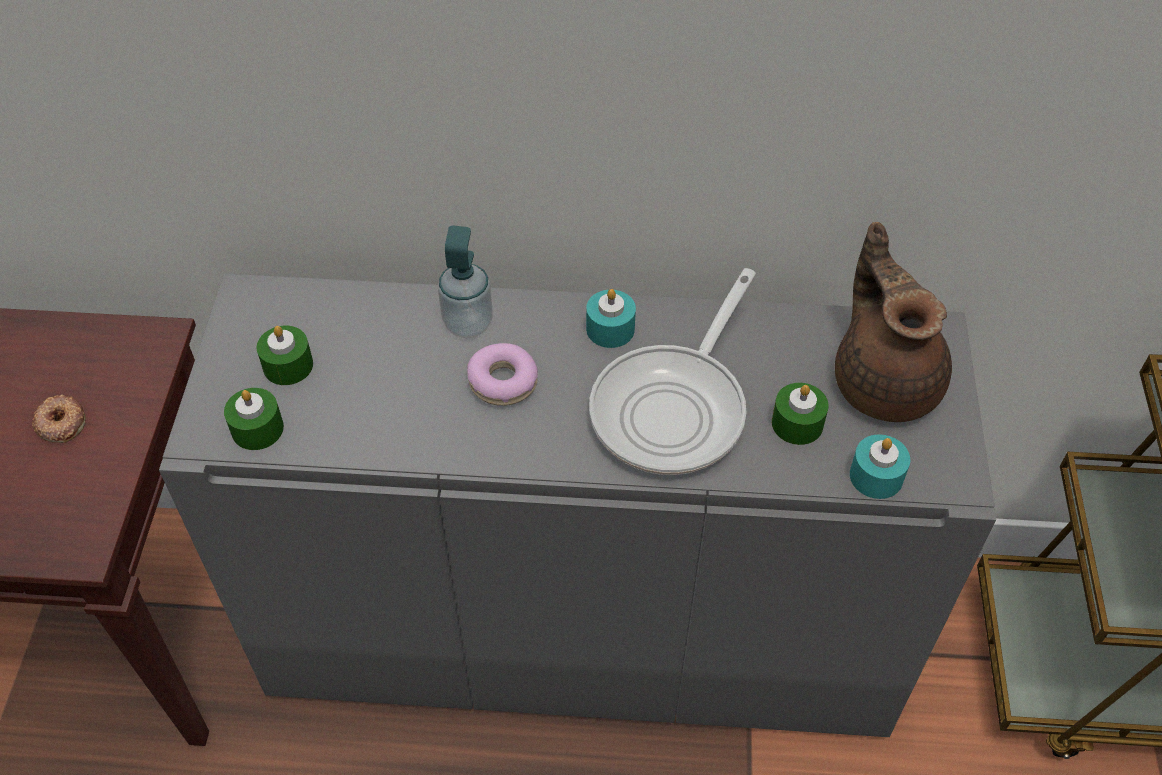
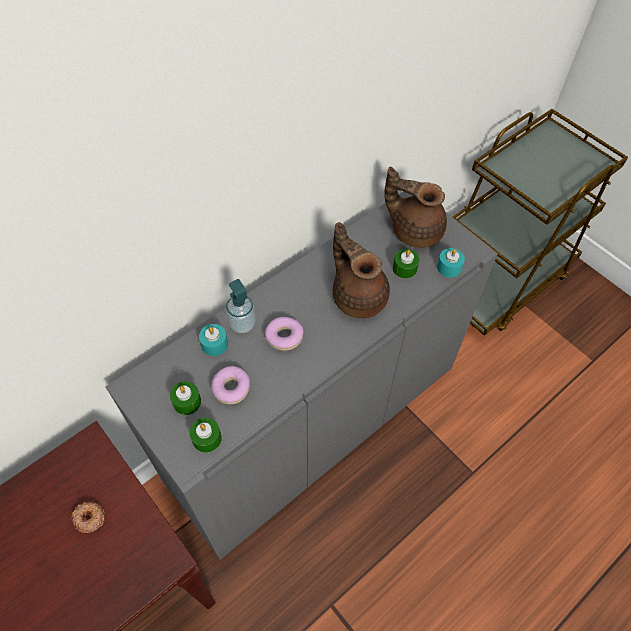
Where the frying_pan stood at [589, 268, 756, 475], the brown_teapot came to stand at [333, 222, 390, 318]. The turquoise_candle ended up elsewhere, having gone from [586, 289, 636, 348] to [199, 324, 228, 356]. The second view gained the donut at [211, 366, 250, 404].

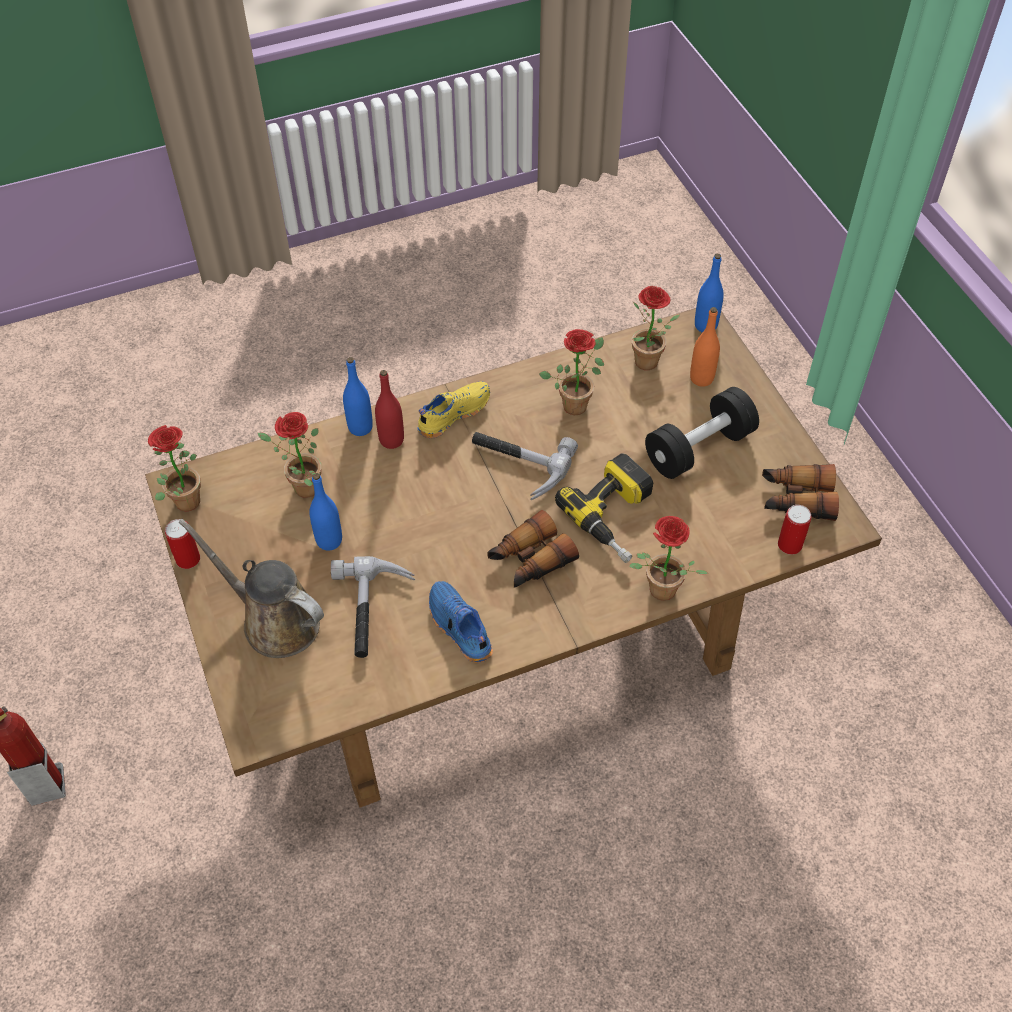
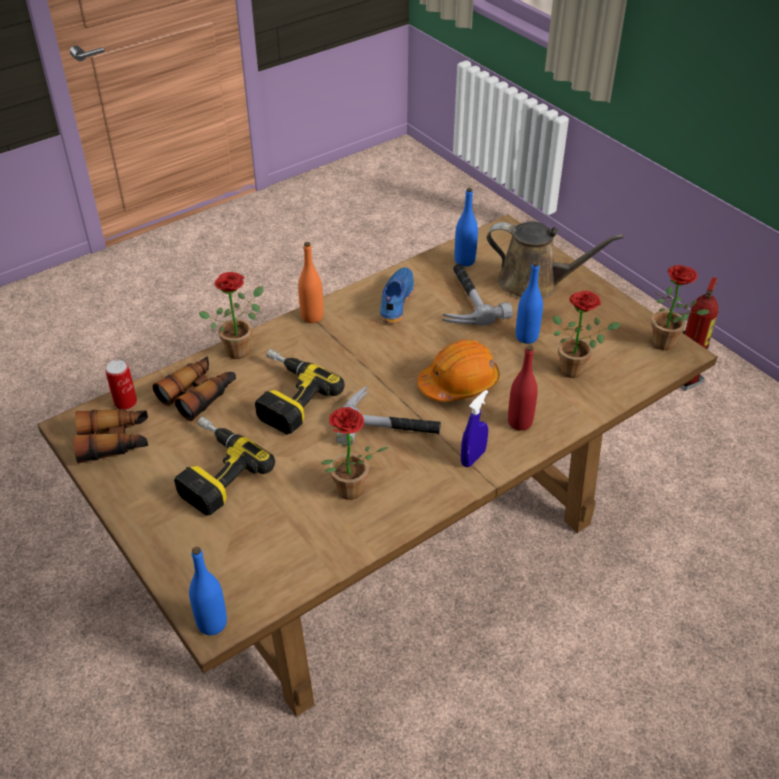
The second view lost the potted_plant at [632, 286, 680, 370]. The orange_bottle ended up elsewhere, having gone from [690, 307, 720, 387] to [298, 242, 323, 323]. The blue_bottle ended up elsewhere, having gone from [343, 357, 373, 436] to [454, 188, 478, 267]. Where the yellow_shoe stood at [417, 382, 490, 438], the blue_spray_bottle came to stand at [461, 390, 488, 467]. Where the black_dumbbell stood at [645, 387, 759, 479], the power_drill came to stand at [174, 417, 275, 516]. The binoculars ended up elsewhere, having gone from [487, 510, 579, 588] to [152, 356, 236, 421]. The second view lost the can at [165, 519, 200, 569]. The blue_shoe at [429, 581, 493, 663] ended up facing another way, 120 degrees counterclockwise from before. The second view gained the orange_hard_hat at [417, 340, 500, 402].

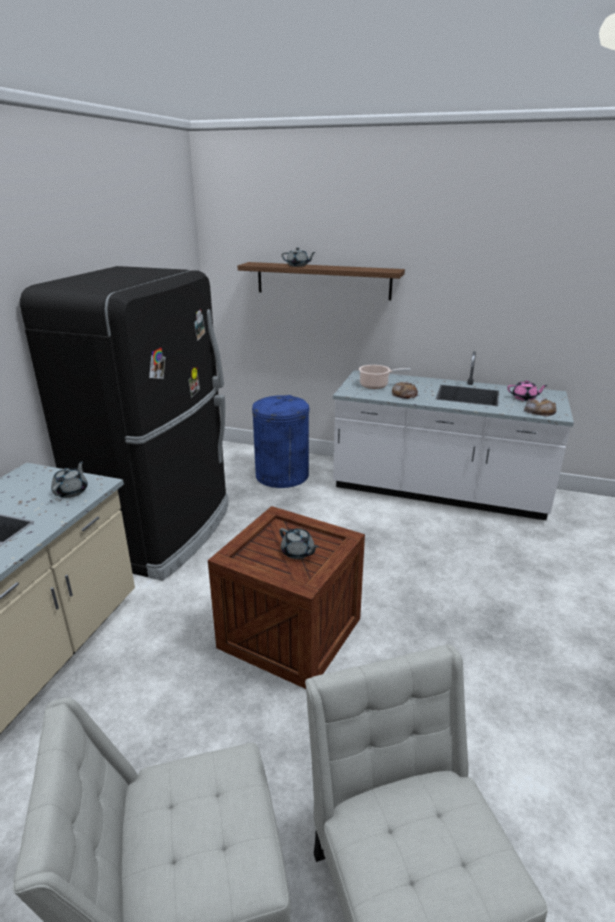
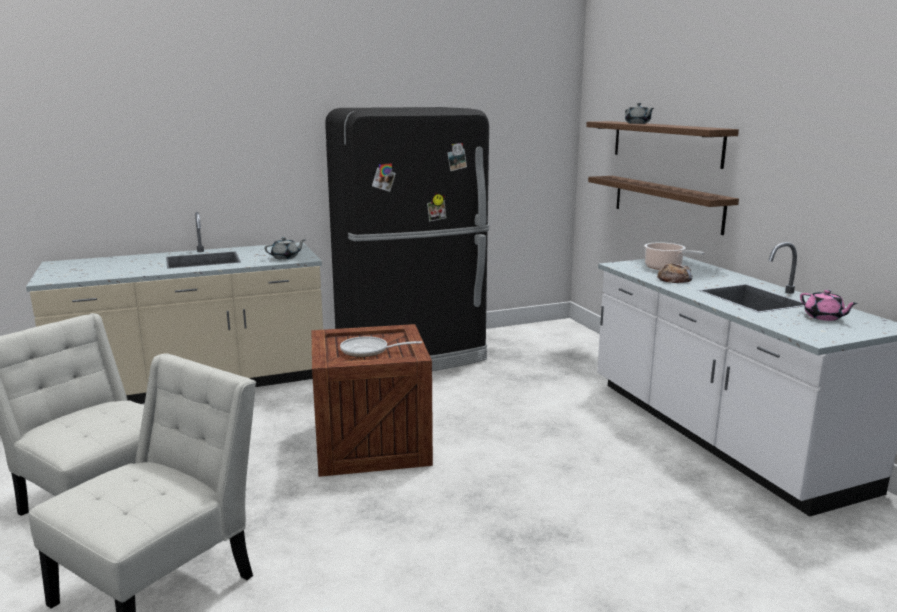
The second view lost the blue_trash_can at [252, 395, 309, 488]. The second view lost the bread at [524, 398, 557, 416]. Where the grey_teapot stood at [279, 528, 319, 559], the frying_pan came to stand at [340, 336, 422, 357]. The second view gained the shelf at [588, 176, 739, 235].

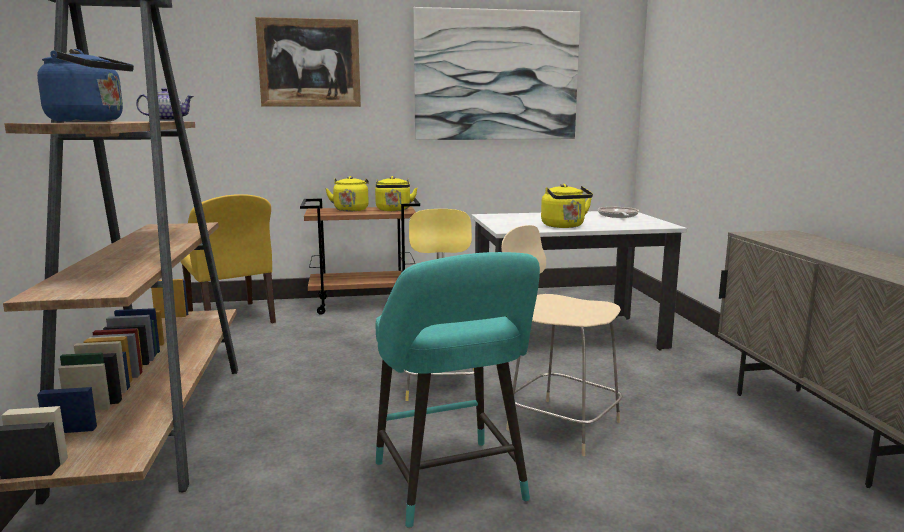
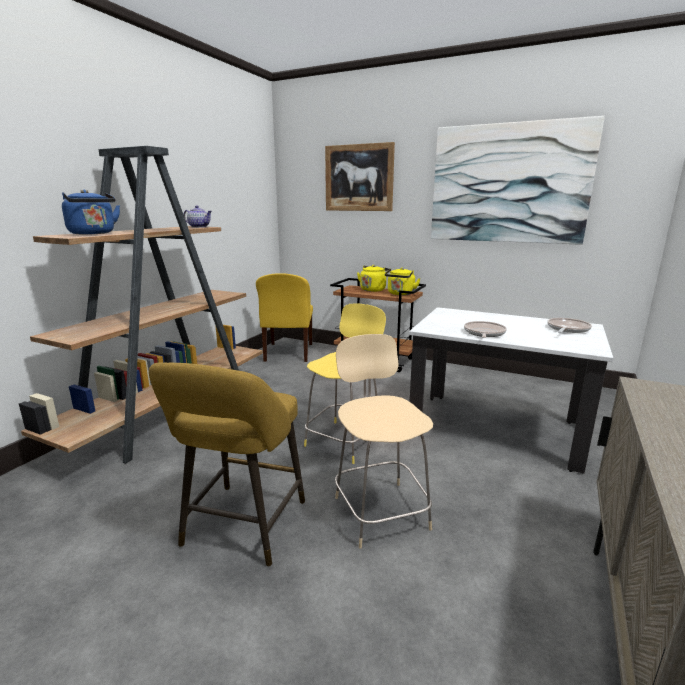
Where the yellow_kettle stood at [541, 184, 593, 228], the frying_pan came to stand at [464, 321, 507, 338]. What was the turquoise_stool at [376, 252, 540, 528] turned into the yellow_stool at [149, 362, 305, 567].

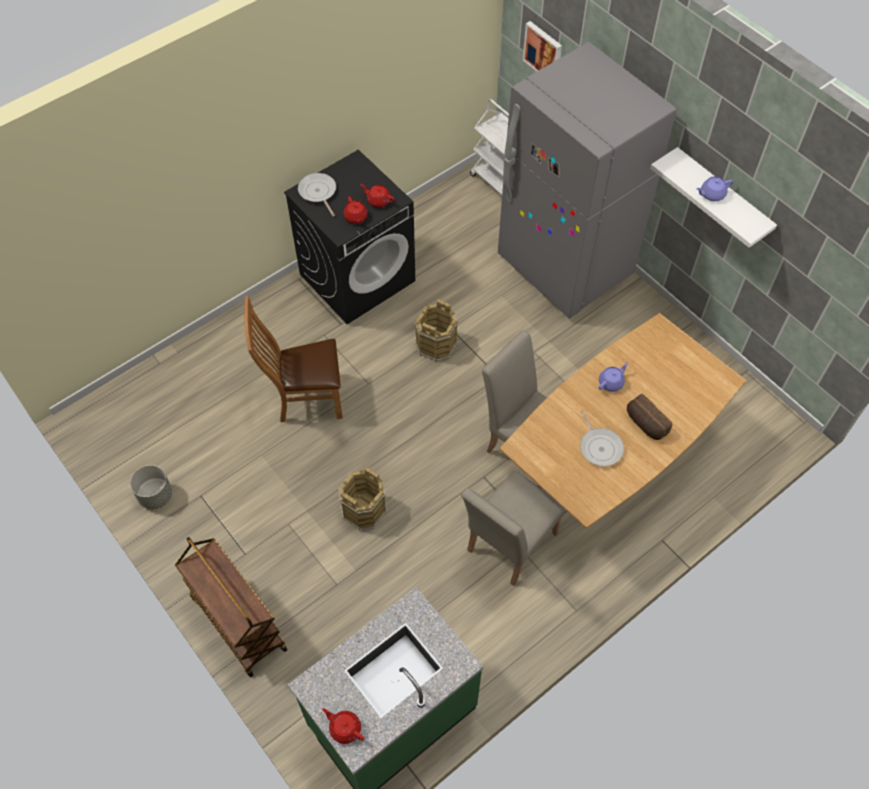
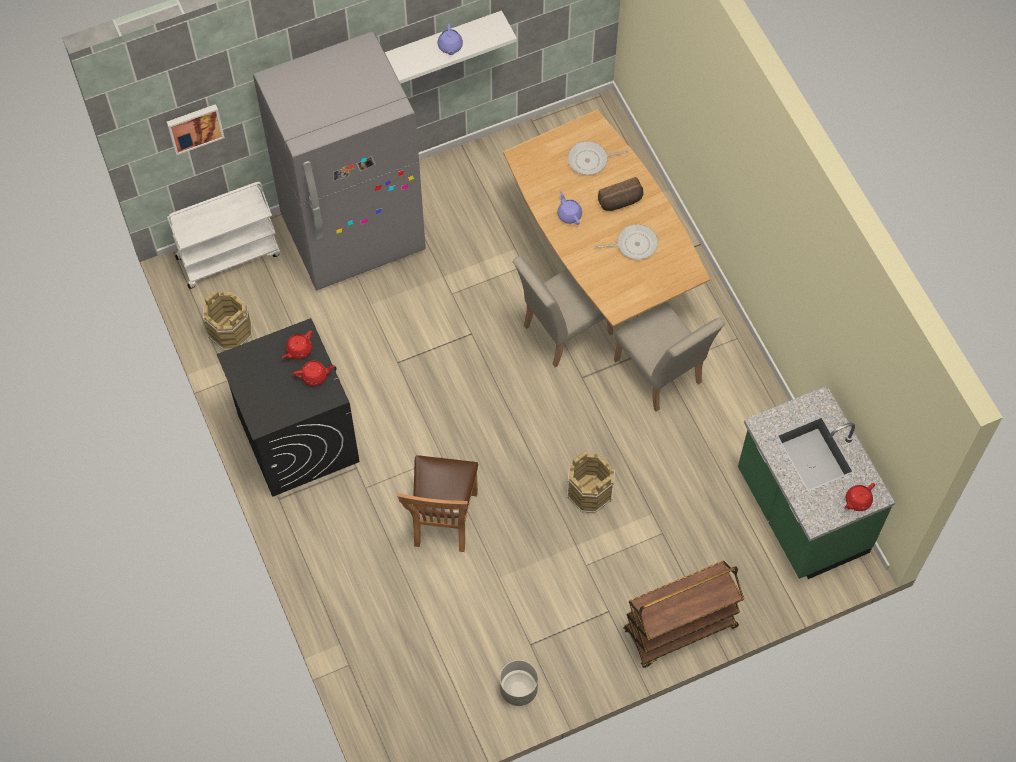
The frying_pan ended up elsewhere, having gone from [298, 173, 336, 216] to [568, 141, 629, 175]. The brown_bucket ended up elsewhere, having gone from [414, 299, 458, 362] to [203, 290, 252, 351].

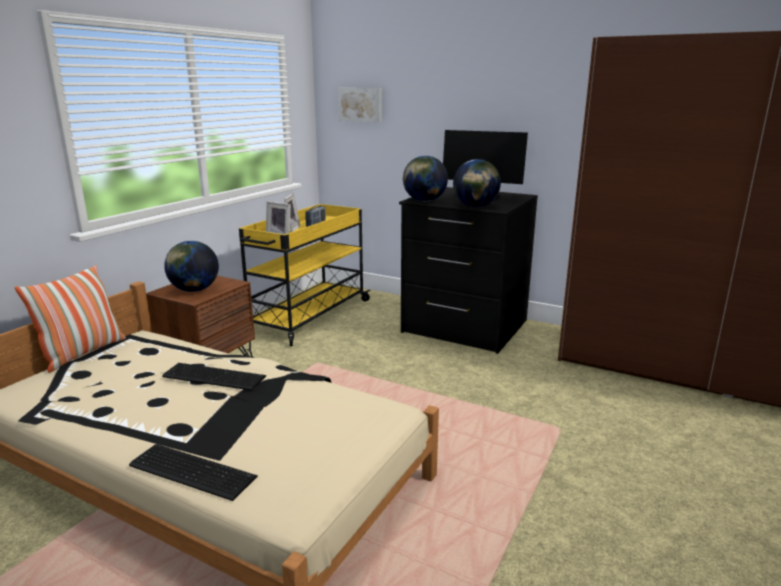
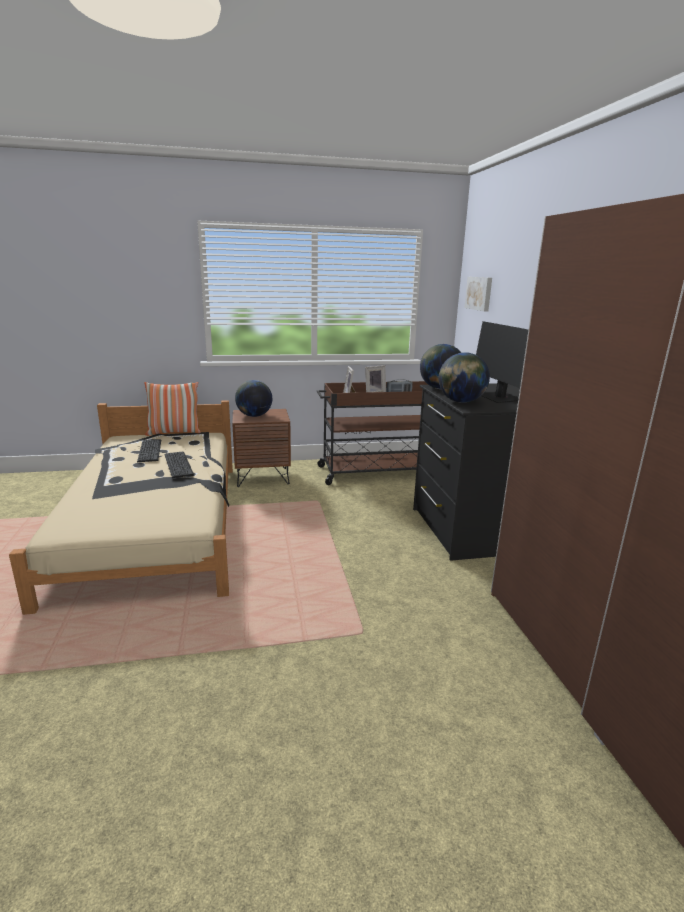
What was the yellow_cart at [239, 204, 371, 346] turned into the brown_cart at [317, 381, 428, 485]. The keyboard ended up elsewhere, having gone from [129, 444, 258, 501] to [137, 439, 161, 462].

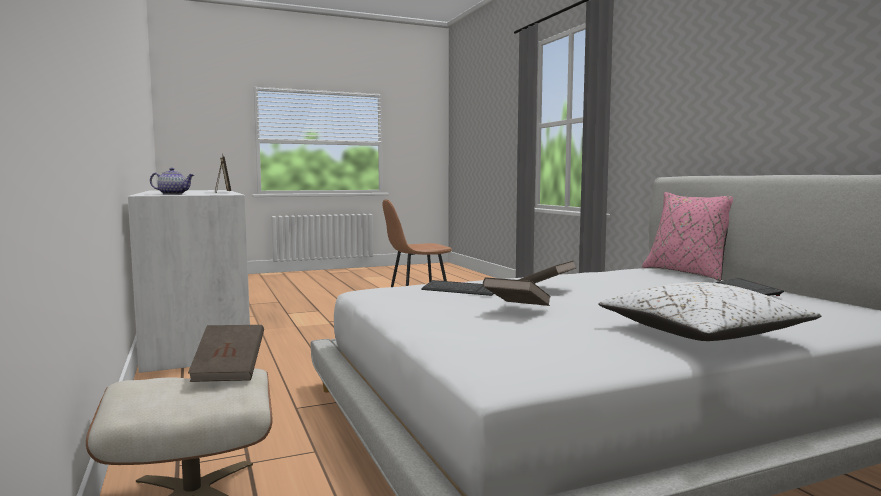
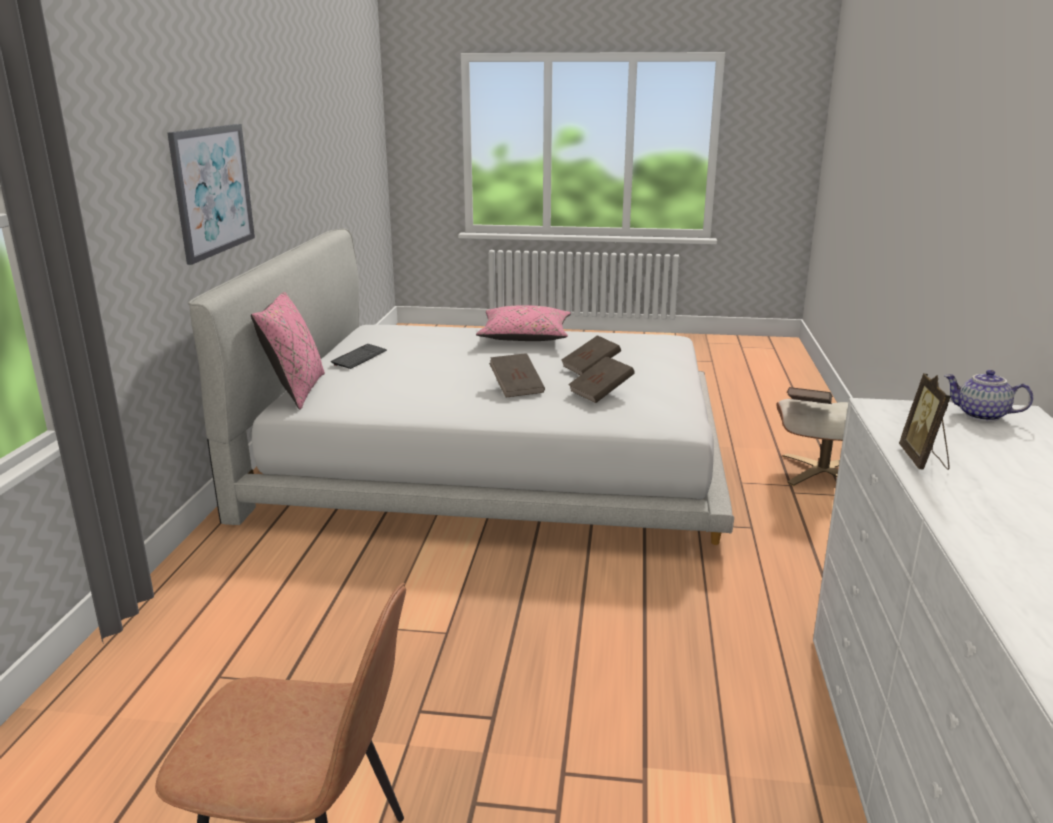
Where the keyboard stood at [421, 280, 494, 296], the brown_book came to stand at [568, 356, 635, 403]. What was the white_pillow at [598, 282, 821, 341] turned into the pink_pillow at [476, 305, 571, 341]. The second view gained the picture at [167, 124, 255, 265].

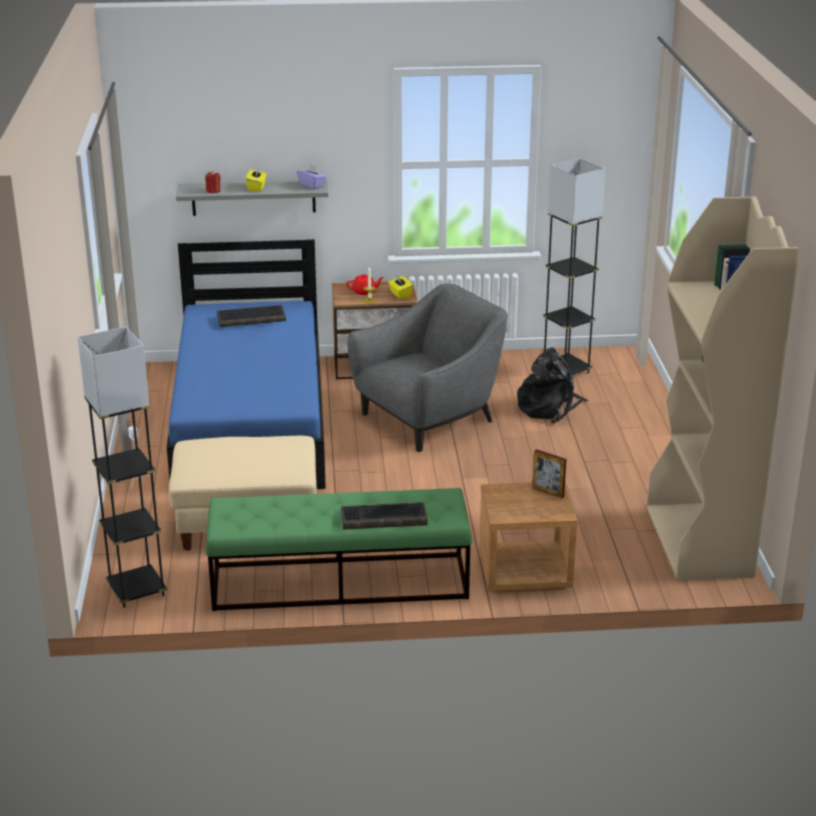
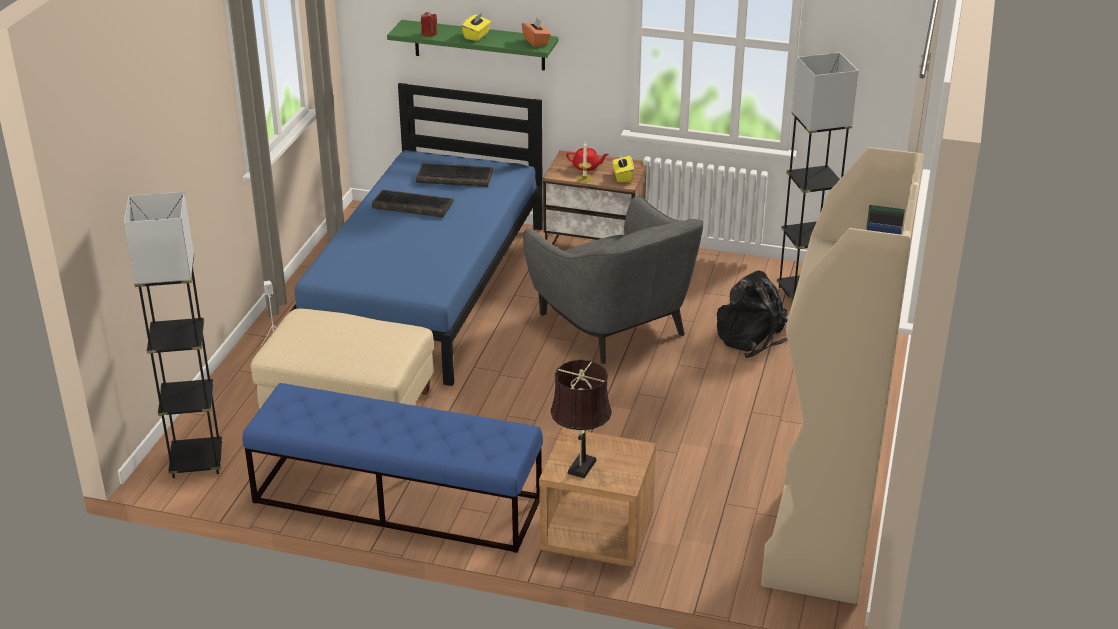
What was the purple_tissue_box at [297, 164, 326, 190] turned into the orange_tissue_box at [522, 18, 551, 47]. What was the grey_shelf at [176, 180, 328, 216] turned into the green_shelf at [387, 20, 558, 70]. The grey_armchair at [348, 283, 507, 452] ended up facing another way, 75 degrees clockwise from before. The second view lost the picture_frame at [532, 449, 567, 498]. What was the green_bench at [206, 488, 473, 611] turned into the blue_bench at [243, 383, 543, 553]. The keyboard ended up elsewhere, having gone from [341, 502, 428, 530] to [372, 190, 453, 217]. The second view gained the brown_table_lamp at [550, 360, 612, 478].

